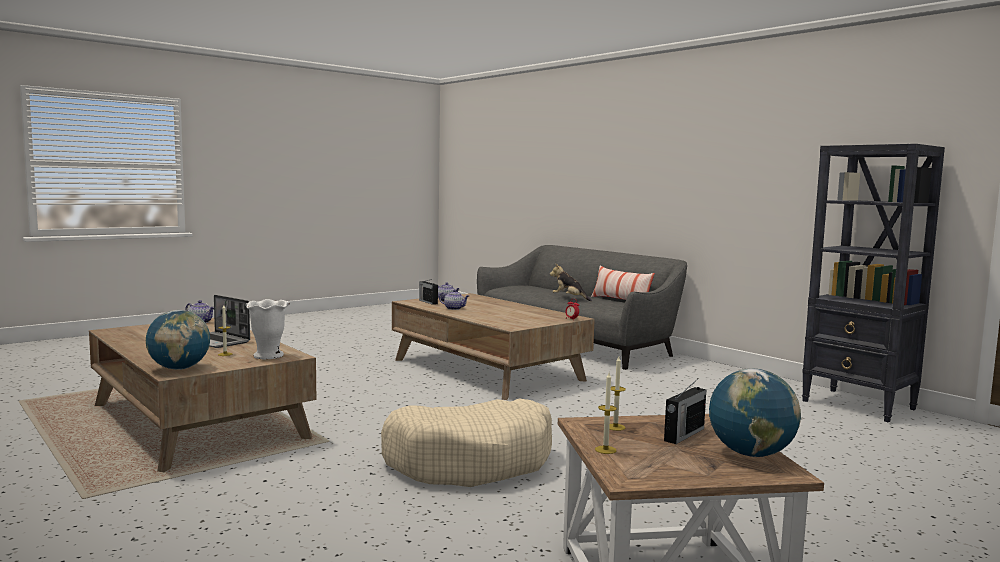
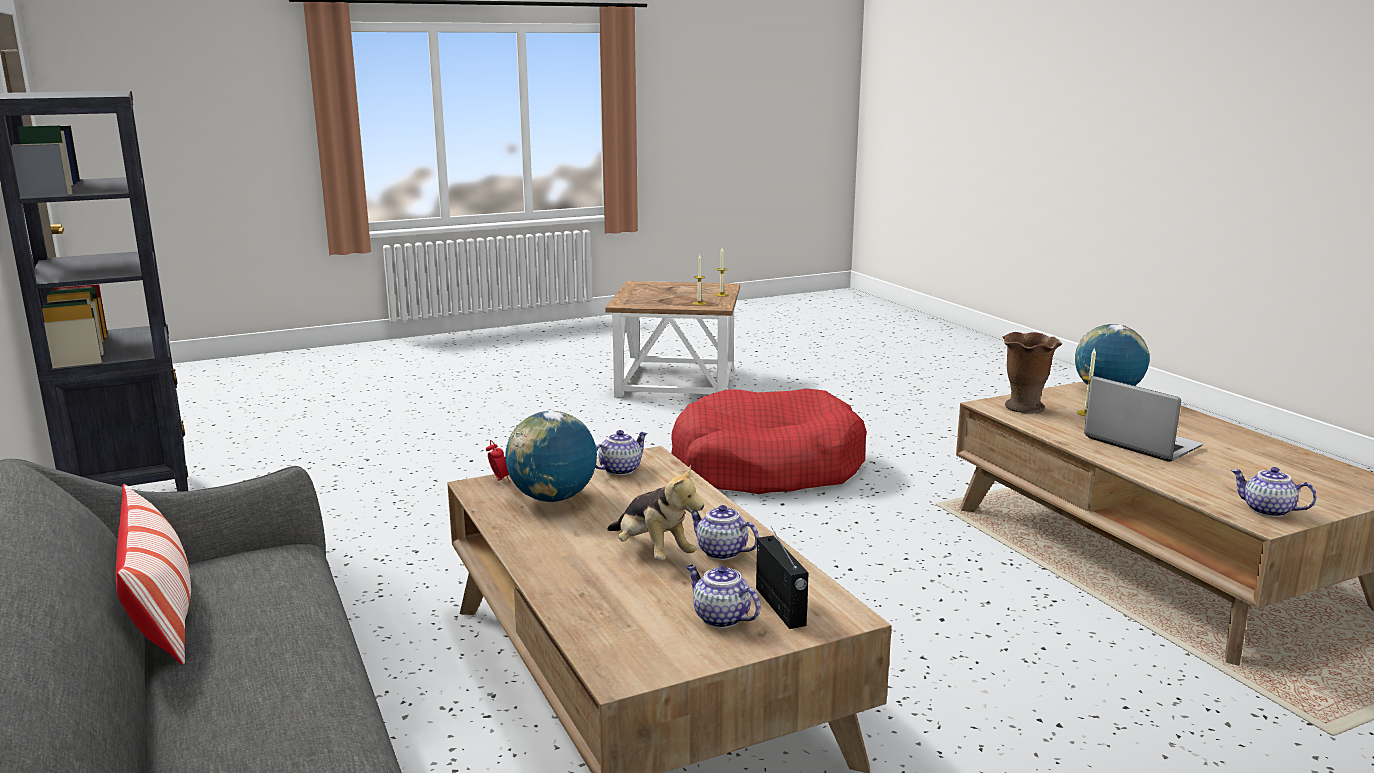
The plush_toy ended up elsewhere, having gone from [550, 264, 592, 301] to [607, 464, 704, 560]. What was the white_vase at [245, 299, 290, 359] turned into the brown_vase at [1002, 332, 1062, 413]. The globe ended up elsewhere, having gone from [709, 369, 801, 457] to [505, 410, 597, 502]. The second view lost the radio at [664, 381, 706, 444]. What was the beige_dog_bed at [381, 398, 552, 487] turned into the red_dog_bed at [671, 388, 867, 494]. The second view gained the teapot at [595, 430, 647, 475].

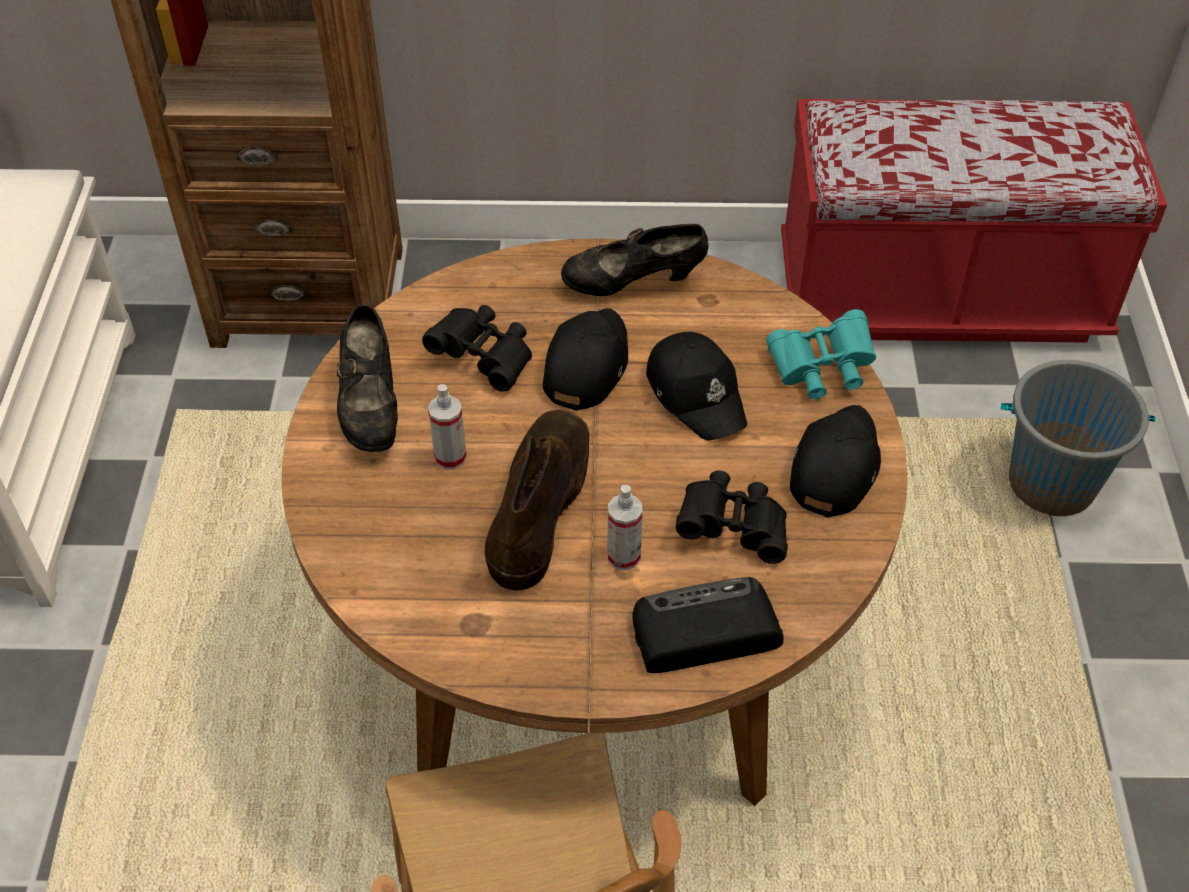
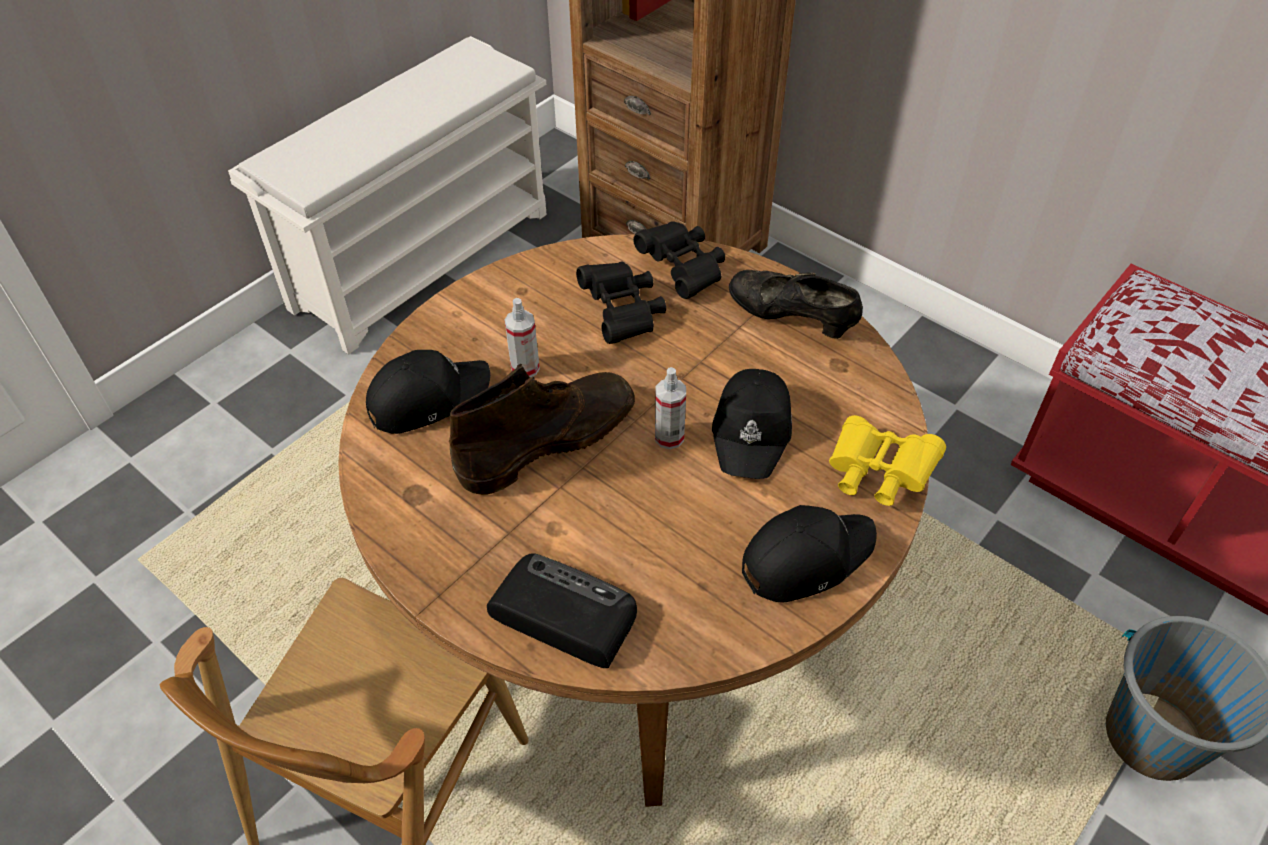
The second view lost the black_shoe at [337, 305, 398, 452]. The black_cap ended up elsewhere, having gone from [543, 308, 628, 411] to [366, 350, 490, 434]. What was the turquoise_binoculars at [766, 309, 876, 399] turned into the yellow_binoculars at [829, 415, 946, 506]. The black_binoculars ended up elsewhere, having gone from [676, 470, 788, 564] to [633, 221, 725, 299]. The spray_bottle ended up elsewhere, having gone from [607, 485, 643, 570] to [655, 367, 686, 449].

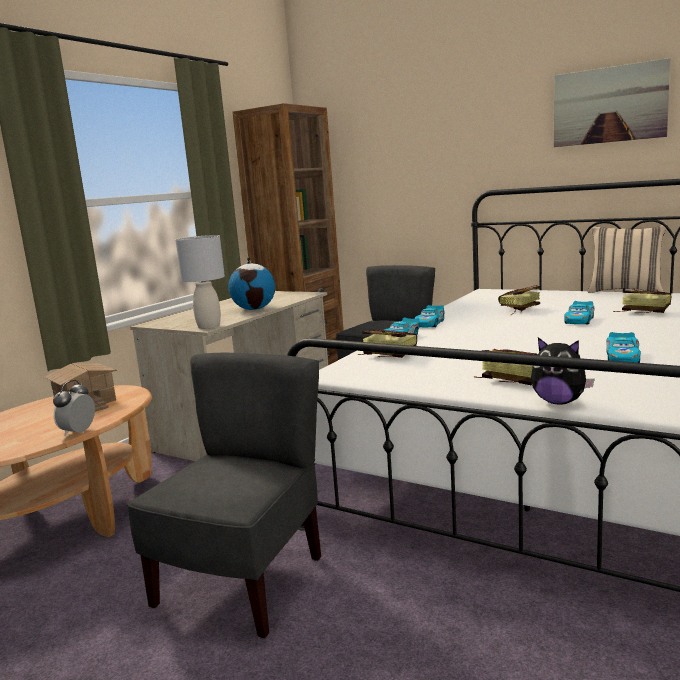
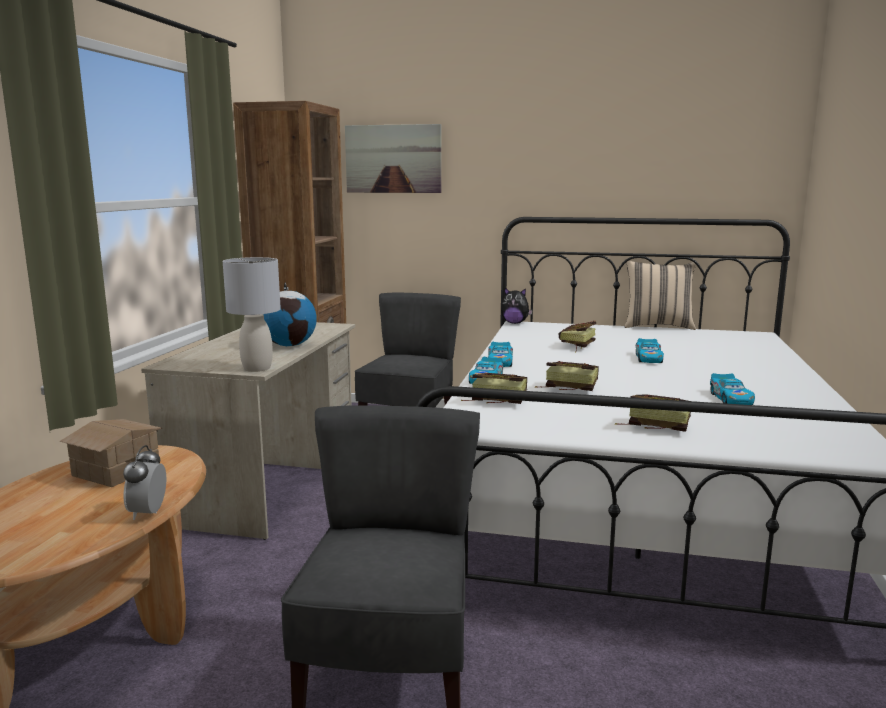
The picture ended up elsewhere, having gone from [554, 58, 671, 147] to [345, 124, 441, 193]. The book ended up elsewhere, having gone from [613, 289, 671, 313] to [535, 361, 599, 391]. The plush_toy ended up elsewhere, having gone from [531, 337, 595, 405] to [501, 288, 533, 324].

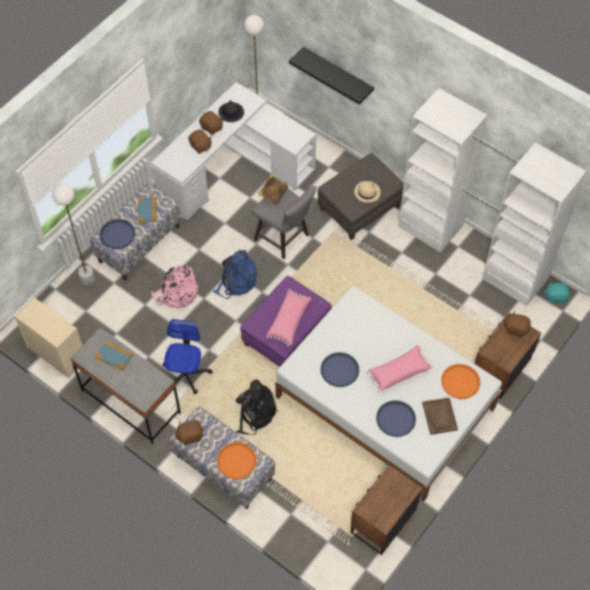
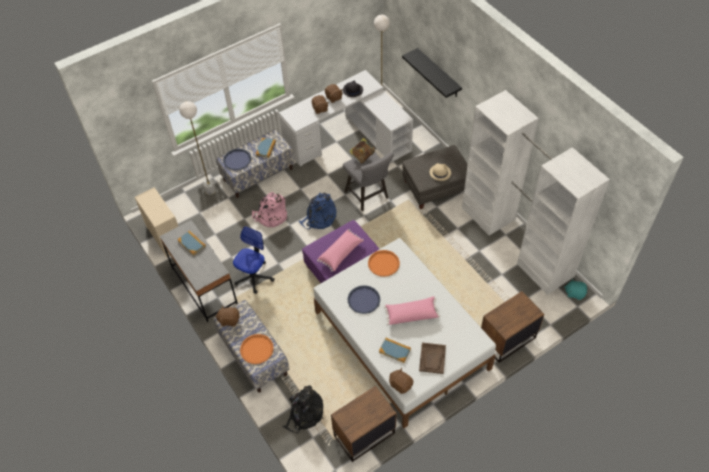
The brown_plush_toy ended up elsewhere, having gone from [503, 310, 531, 338] to [389, 368, 413, 394]. The orange_tray ended up elsewhere, having gone from [441, 364, 480, 399] to [368, 250, 400, 277]. The black_backpack ended up elsewhere, having gone from [236, 379, 279, 435] to [283, 385, 323, 433]. Where the blue_tray stood at [376, 400, 416, 437], the book came to stand at [379, 338, 411, 363].

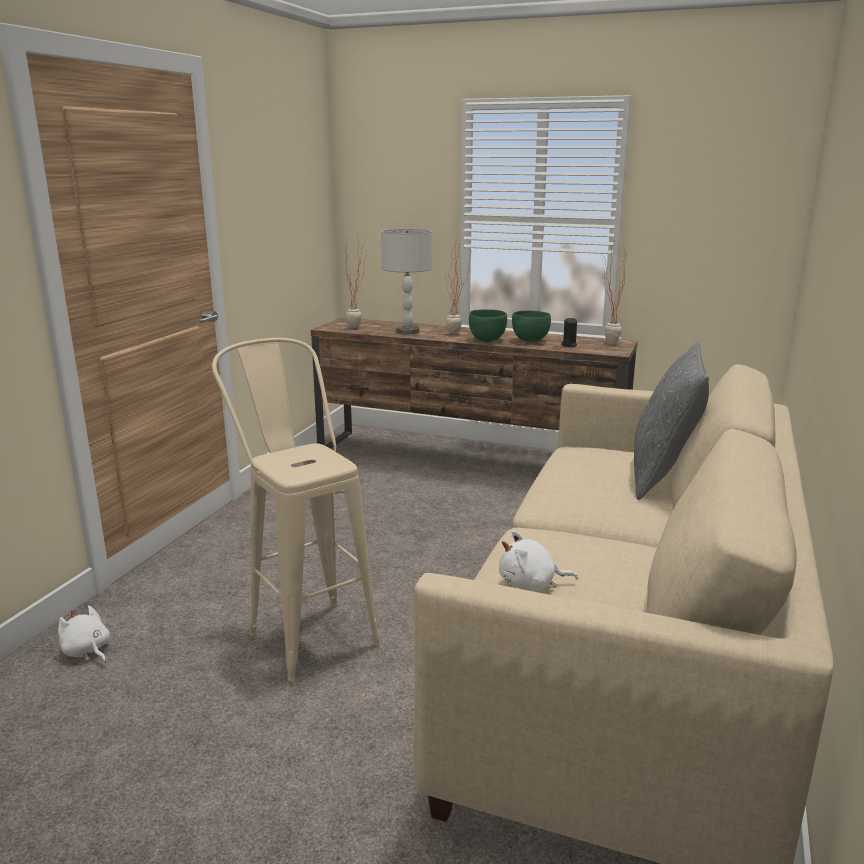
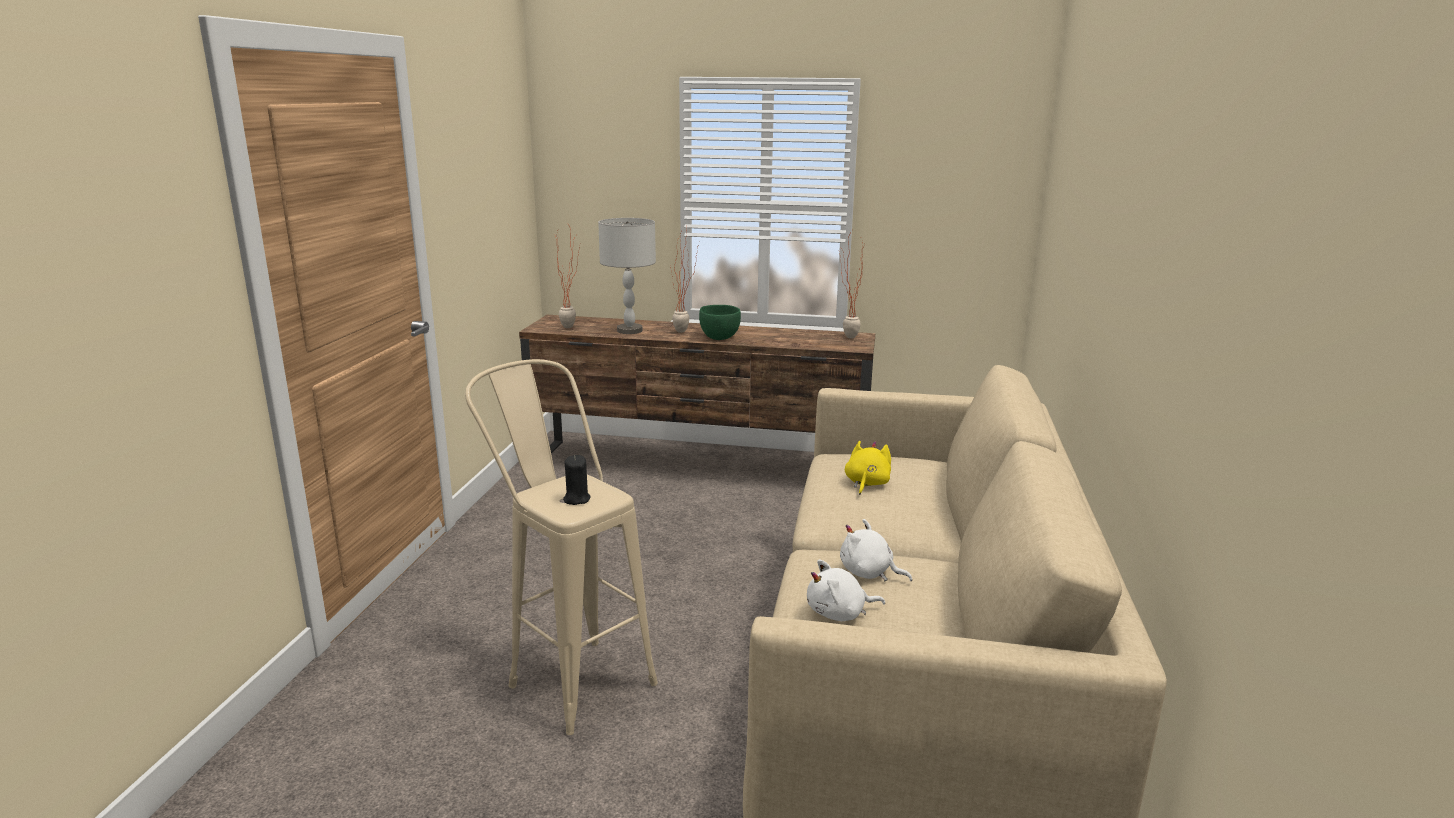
The second view lost the green_bowl at [512, 311, 551, 342]. The black_candle ended up elsewhere, having gone from [561, 318, 577, 347] to [563, 455, 590, 505]. The second view lost the grey_pillow at [634, 342, 709, 500]. The white_plush_toy ended up elsewhere, having gone from [58, 606, 110, 663] to [840, 519, 912, 581]. The second view gained the yellow_plush_toy at [845, 441, 891, 495].

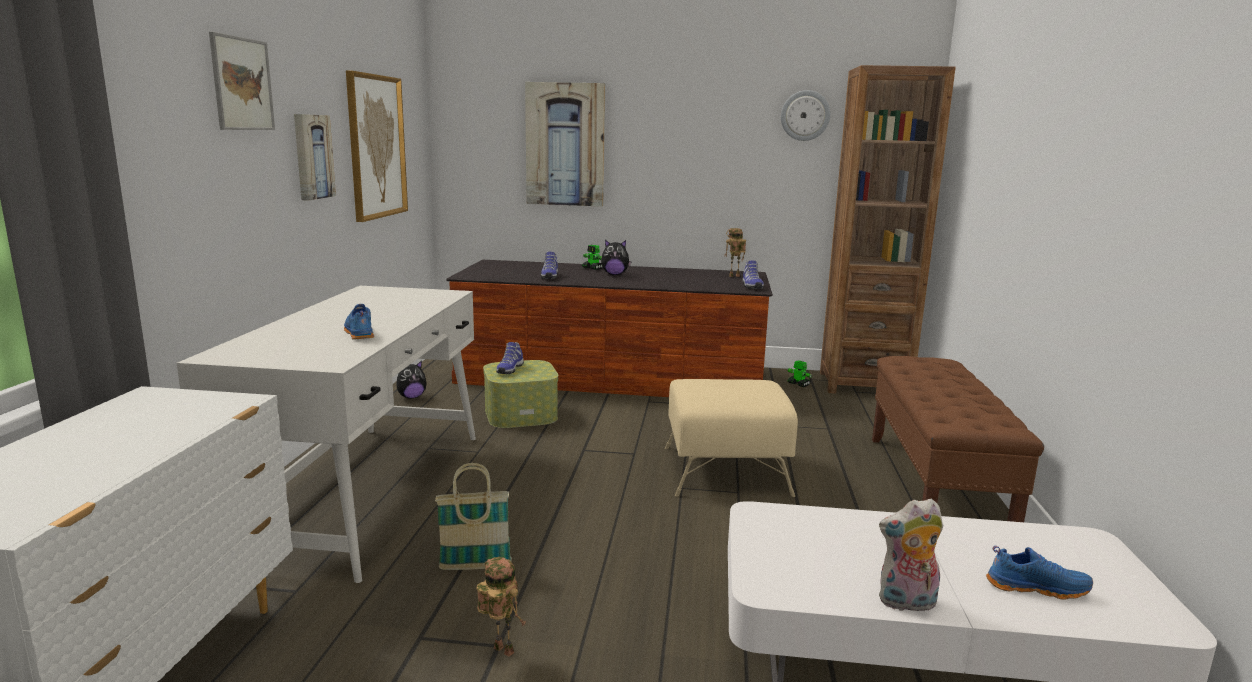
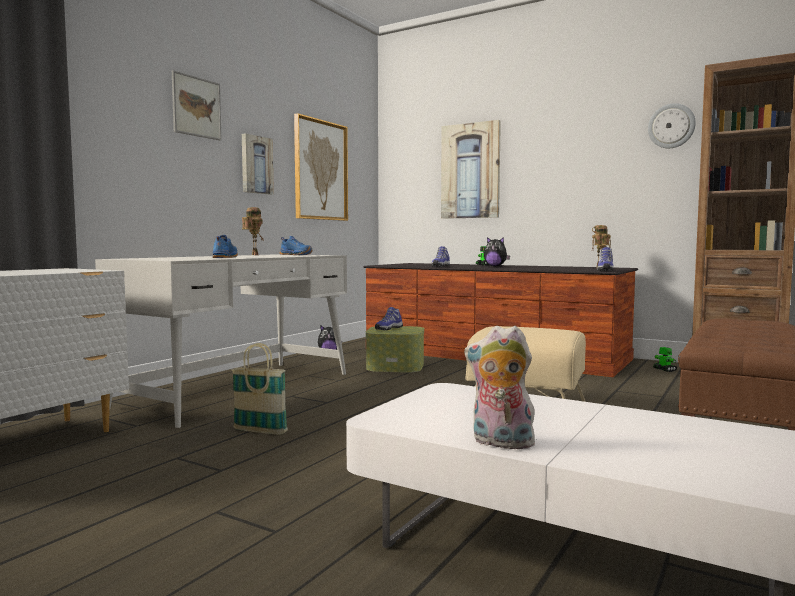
The blue_shoe ended up elsewhere, having gone from [986, 546, 1093, 600] to [279, 236, 312, 255]. The toy_robot ended up elsewhere, having gone from [477, 557, 526, 657] to [242, 207, 264, 255].

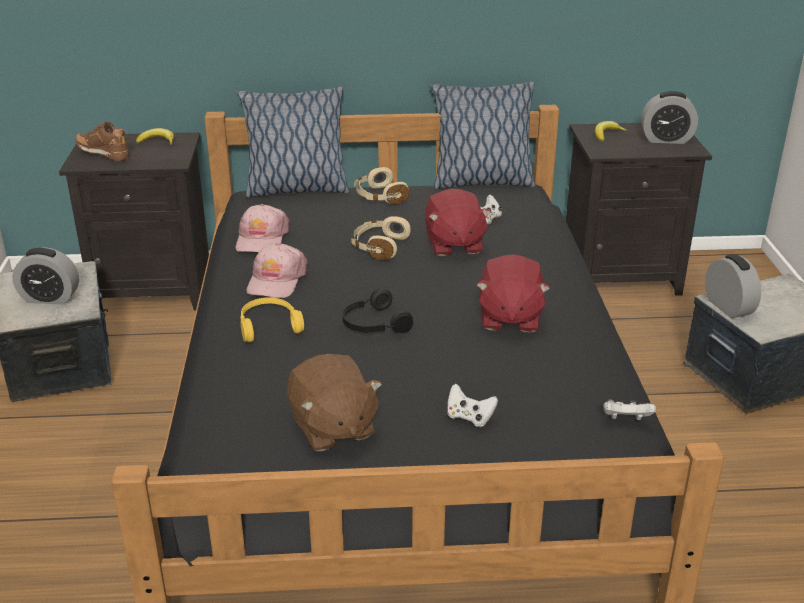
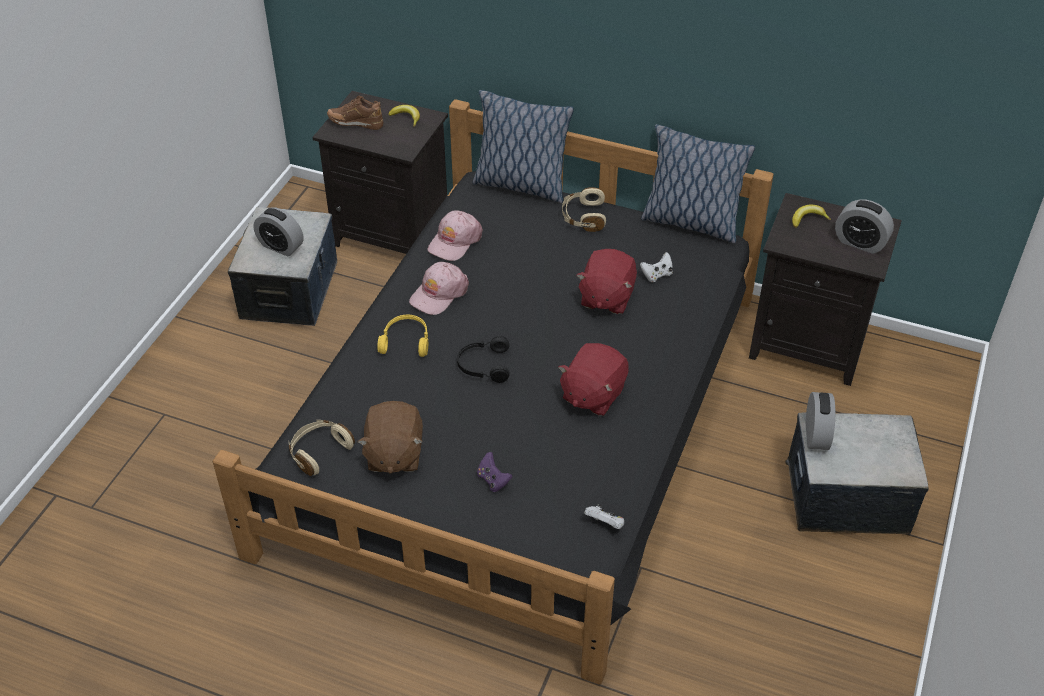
The brown_shoe at [76, 121, 129, 161] ended up facing another way, 45 degrees counterclockwise from before. The beige_headphones ended up elsewhere, having gone from [351, 216, 411, 260] to [289, 420, 355, 476]. What was the white_game_controller at [447, 383, 498, 427] turned into the purple_game_controller at [477, 452, 512, 492].

